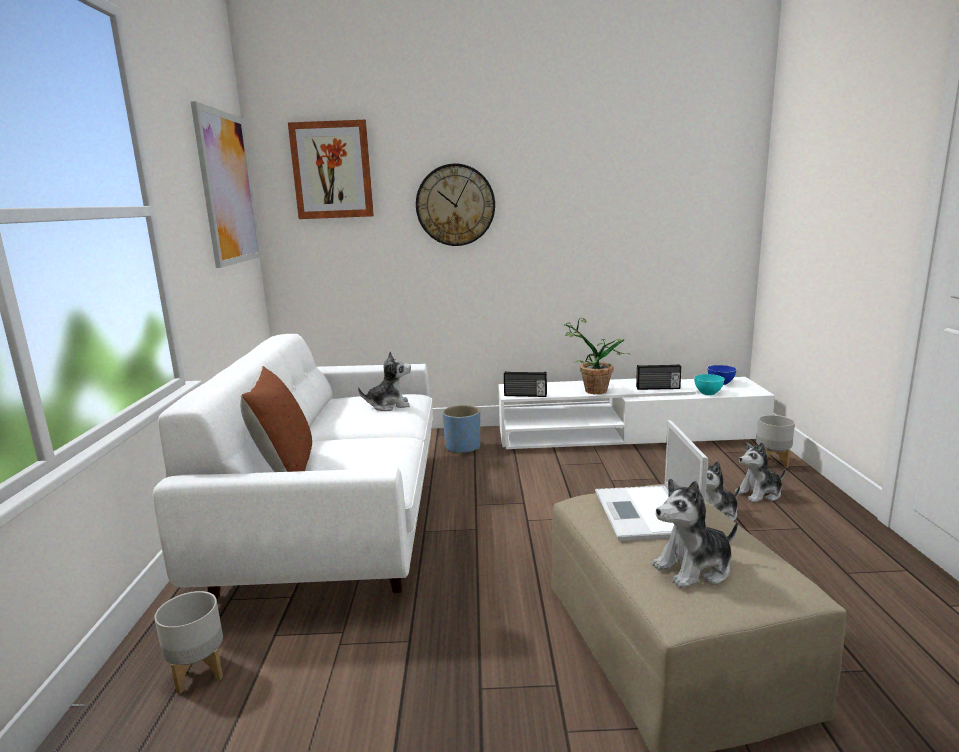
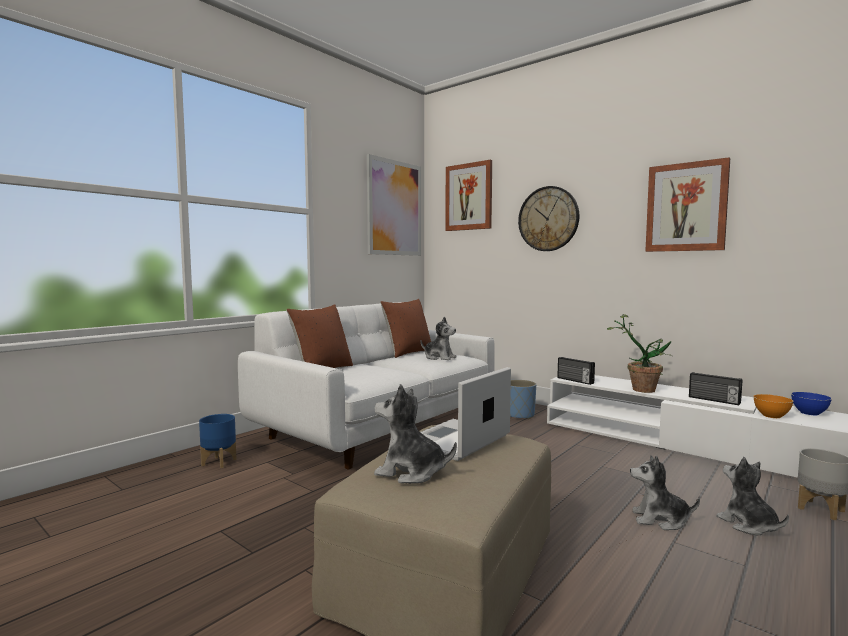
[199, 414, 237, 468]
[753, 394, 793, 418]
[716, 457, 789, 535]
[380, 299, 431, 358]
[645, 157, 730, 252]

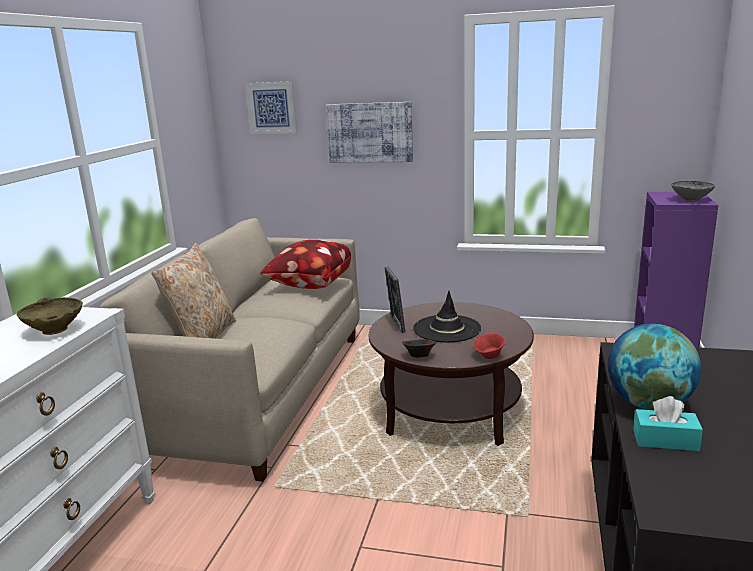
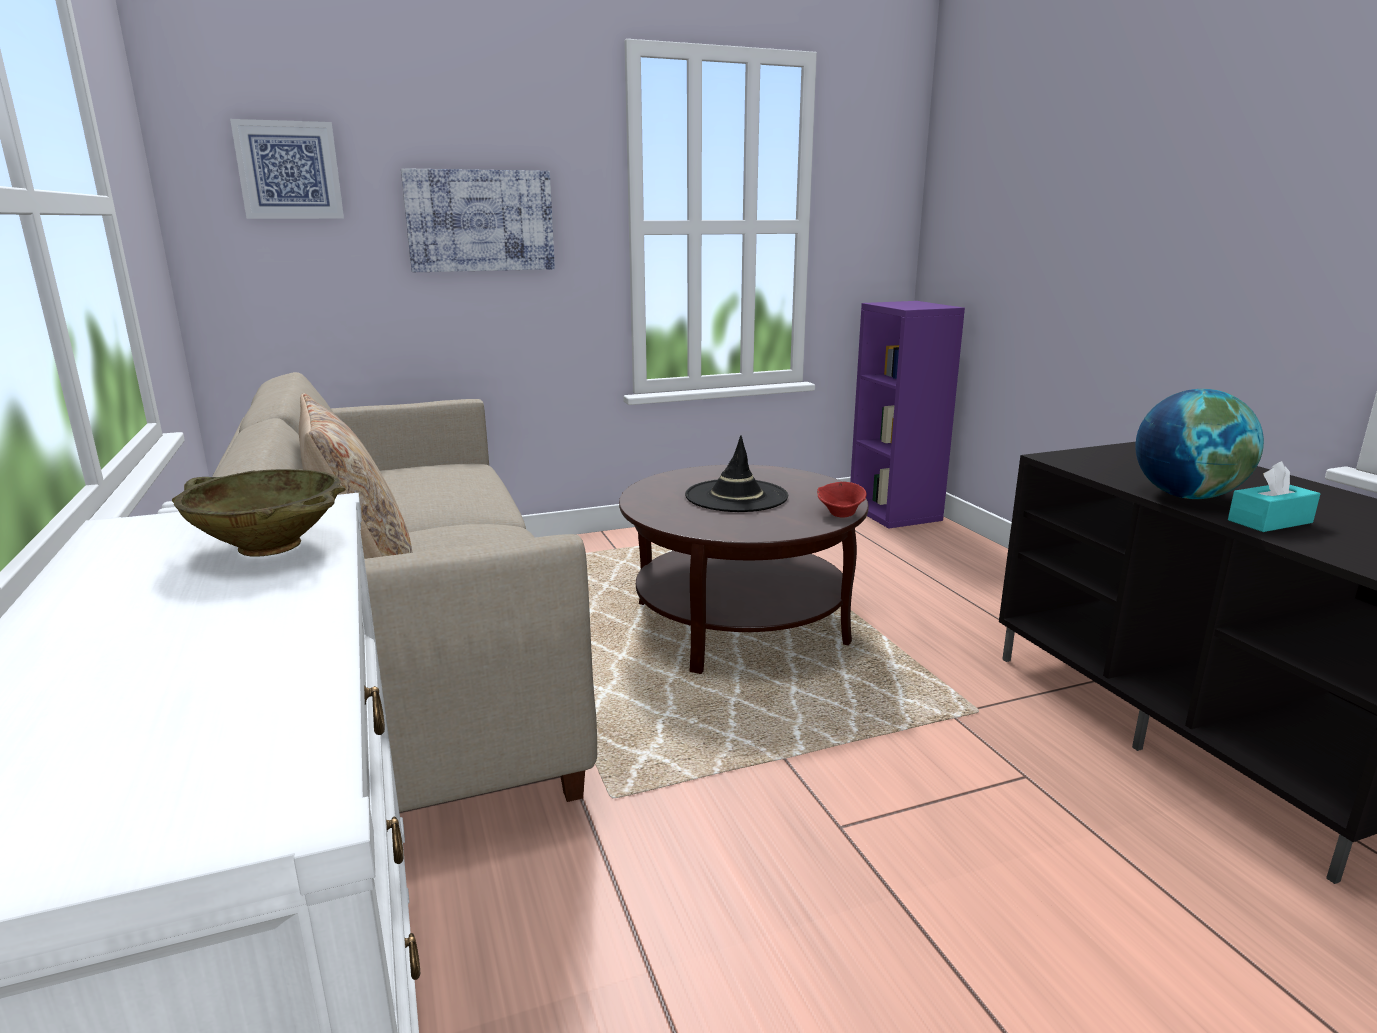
[260, 240, 351, 289] (first image)
[385, 267, 406, 333] (first image)
[402, 339, 437, 358] (first image)
[671, 180, 716, 202] (first image)

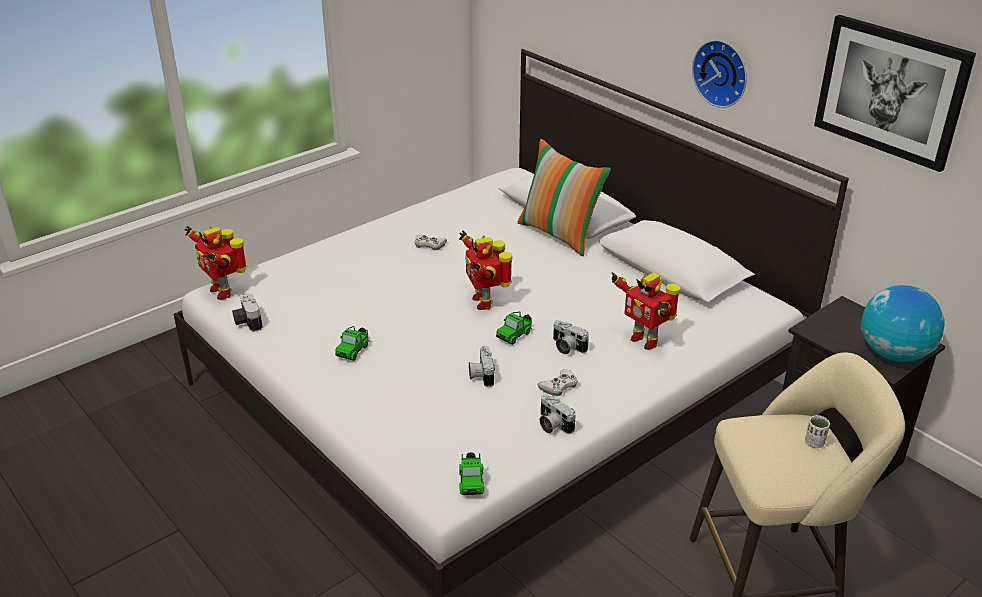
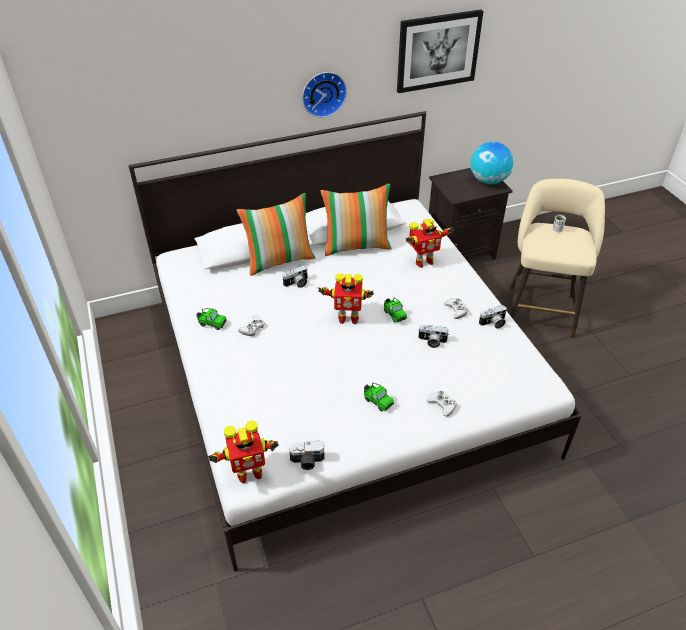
[196, 308, 227, 330]
[282, 265, 308, 288]
[321, 184, 392, 256]
[426, 391, 457, 417]

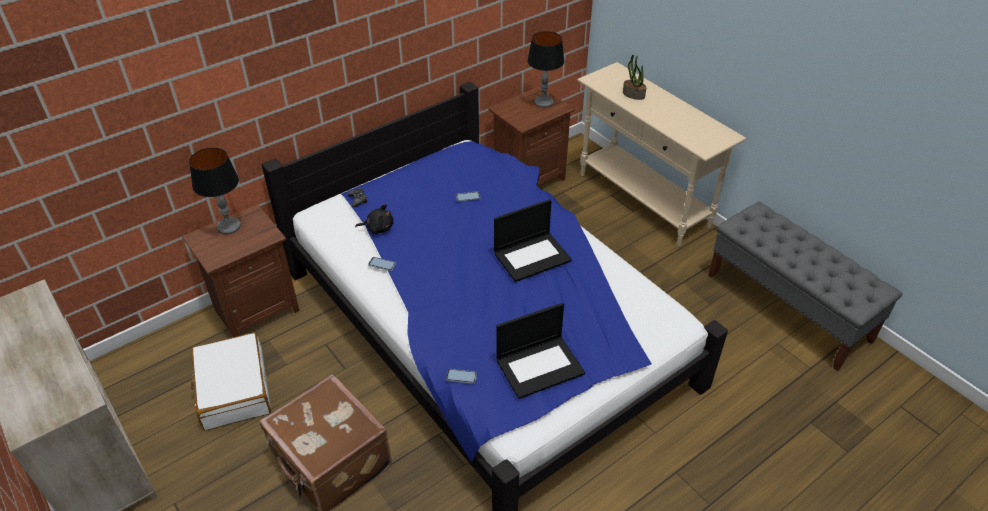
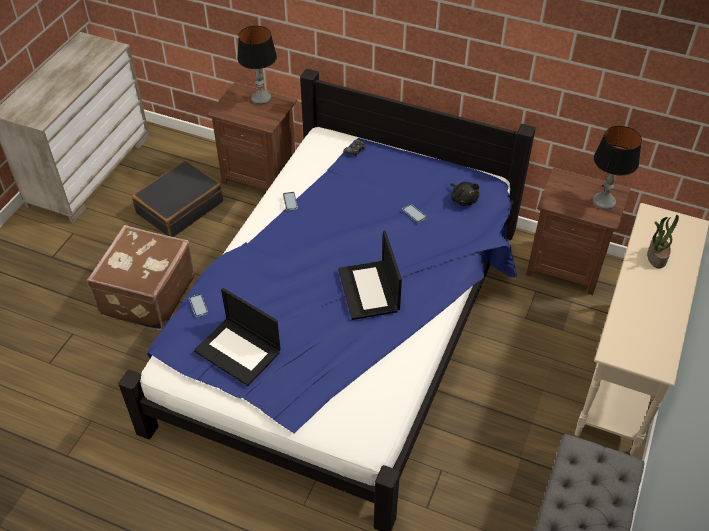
[132, 160, 223, 237]
[450, 182, 479, 206]
[338, 231, 402, 320]

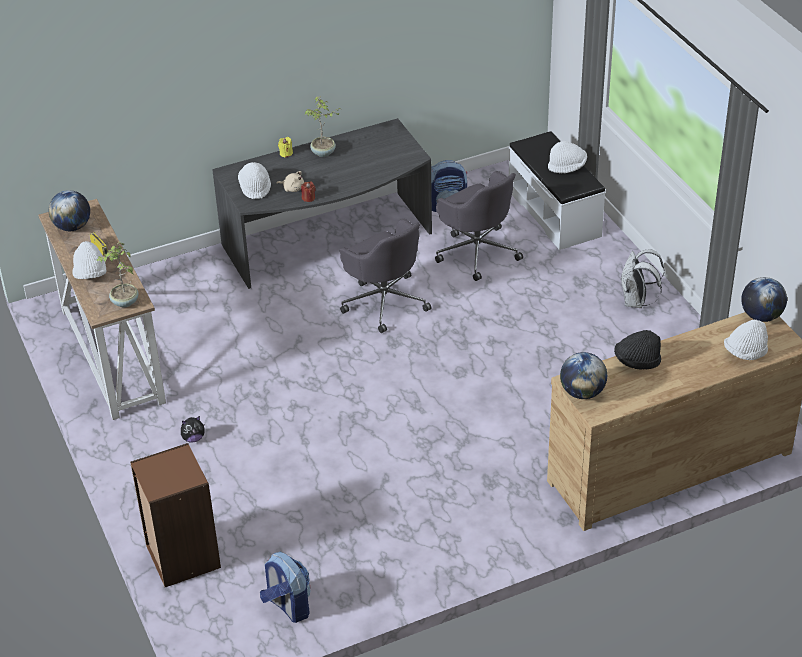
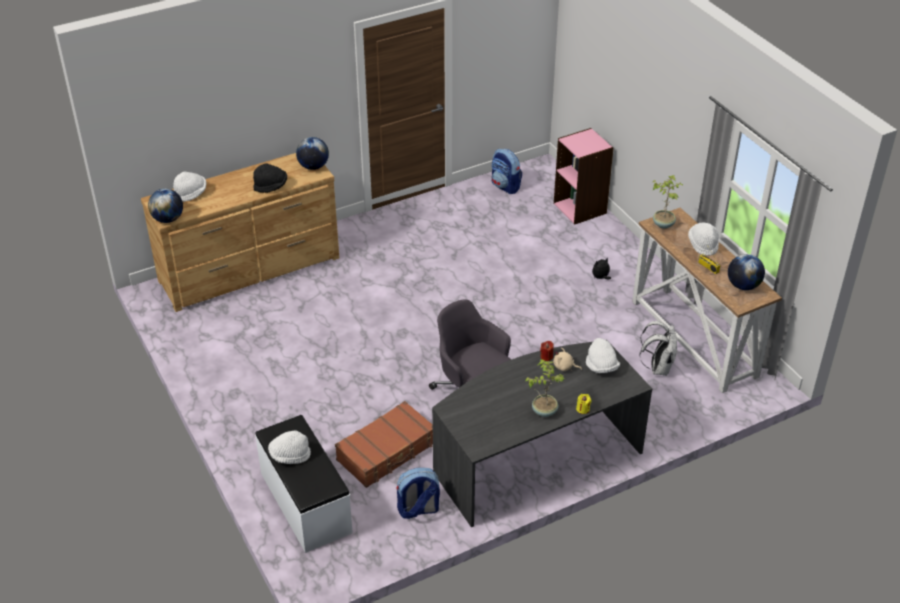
[554, 128, 614, 225]
[335, 401, 433, 488]
[639, 321, 677, 376]

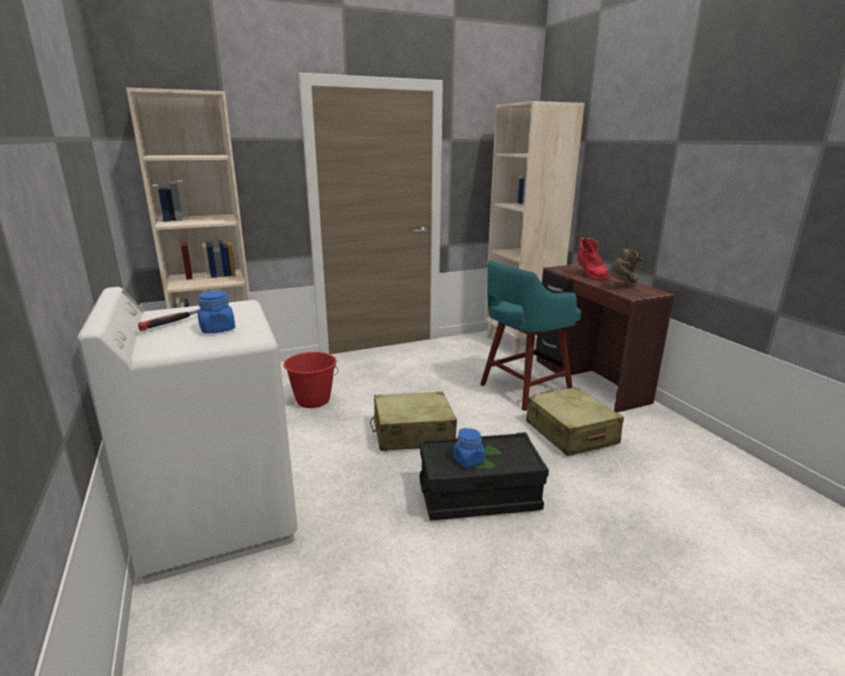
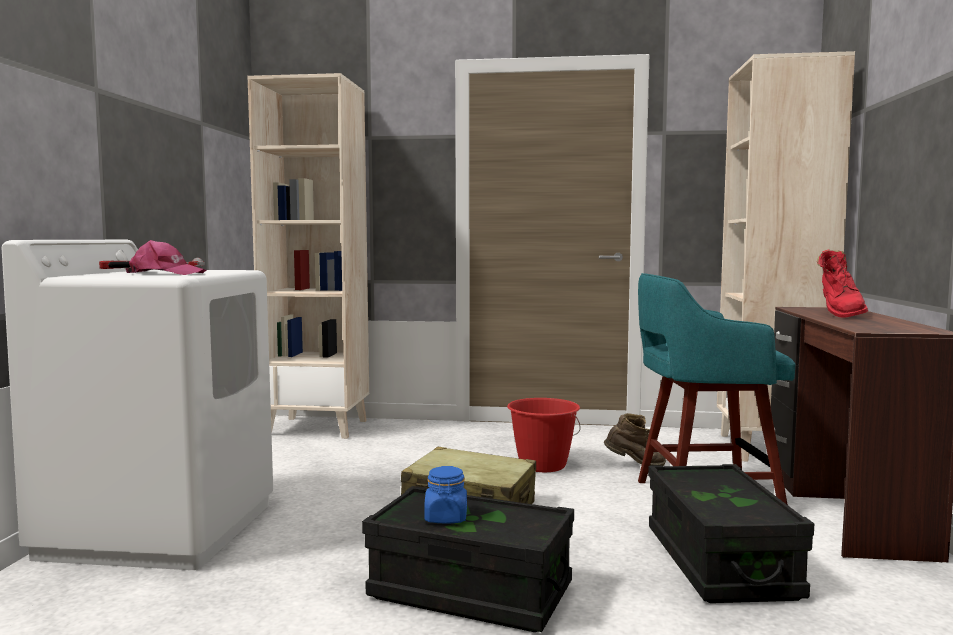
[126, 240, 206, 275]
[507, 398, 581, 472]
[648, 464, 814, 603]
[604, 413, 666, 466]

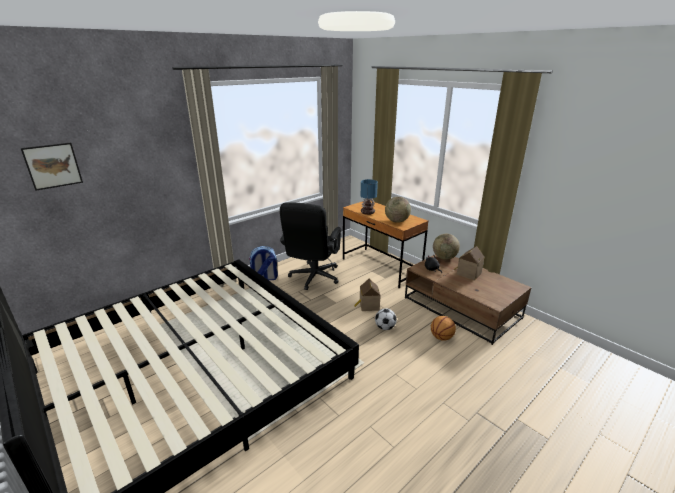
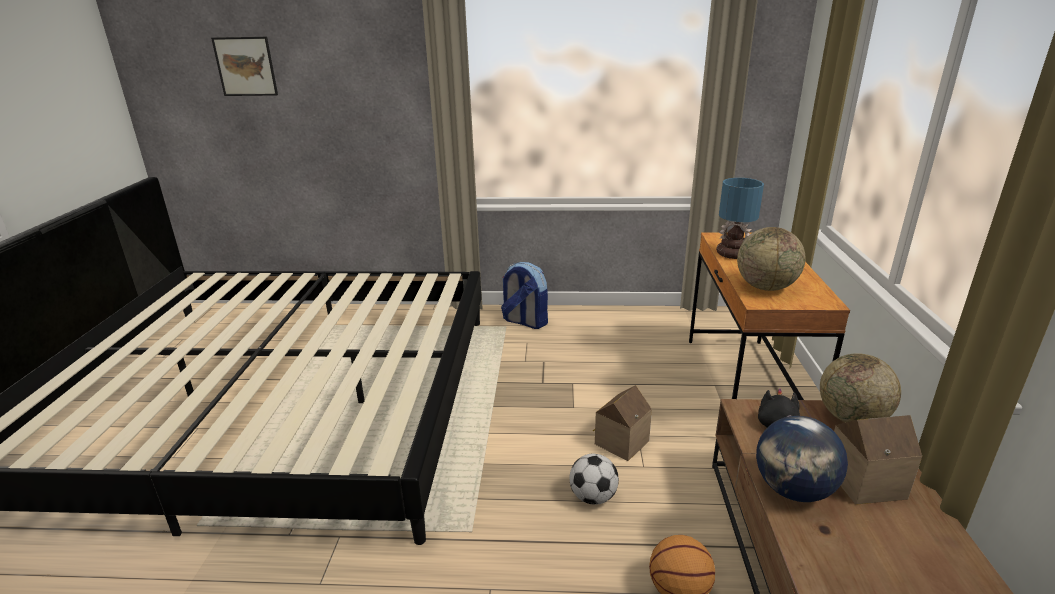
[280, 202, 341, 290] (first image)
[756, 416, 848, 502]

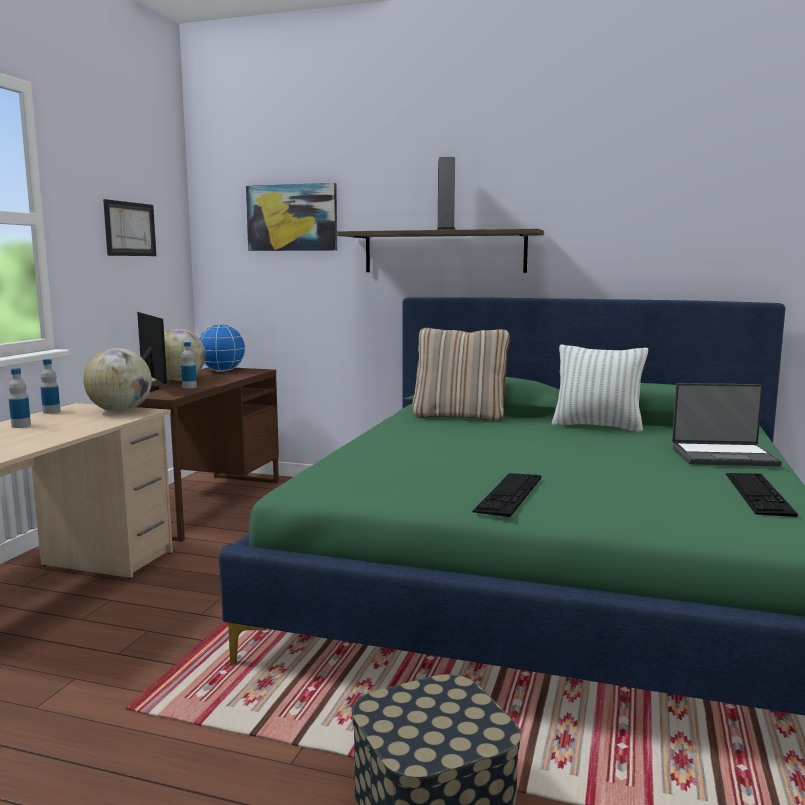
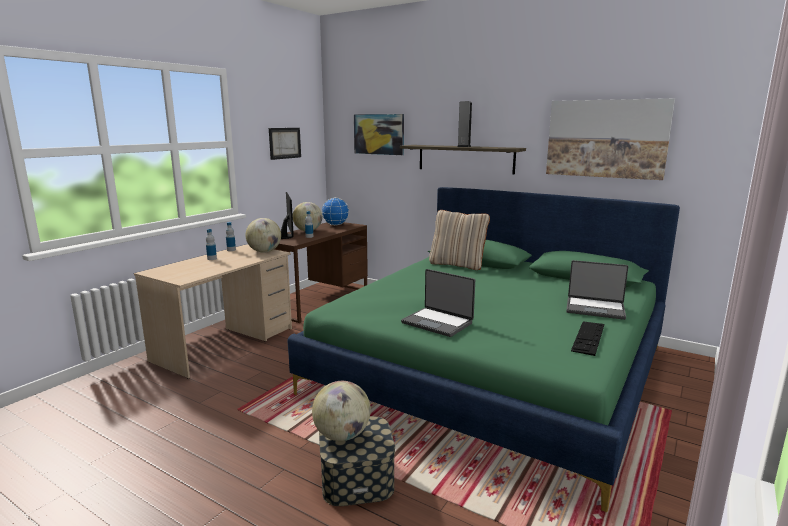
[401, 269, 475, 337]
[552, 345, 648, 433] (first image)
[312, 381, 371, 441]
[546, 98, 675, 180]

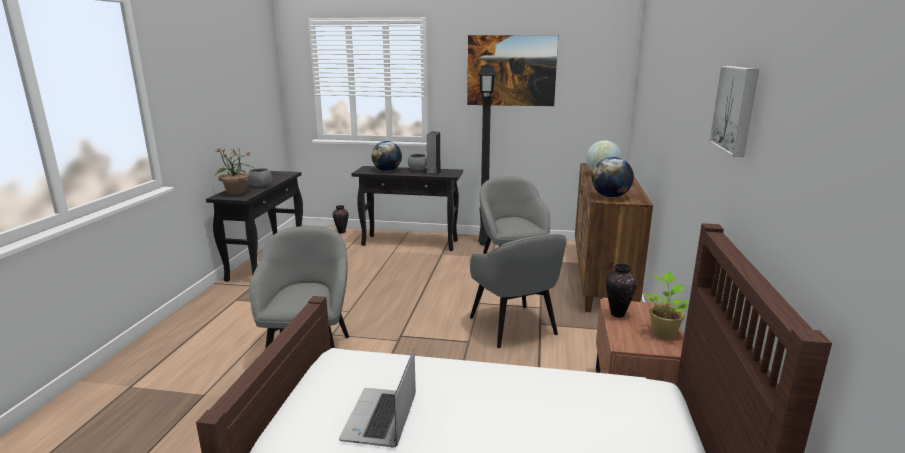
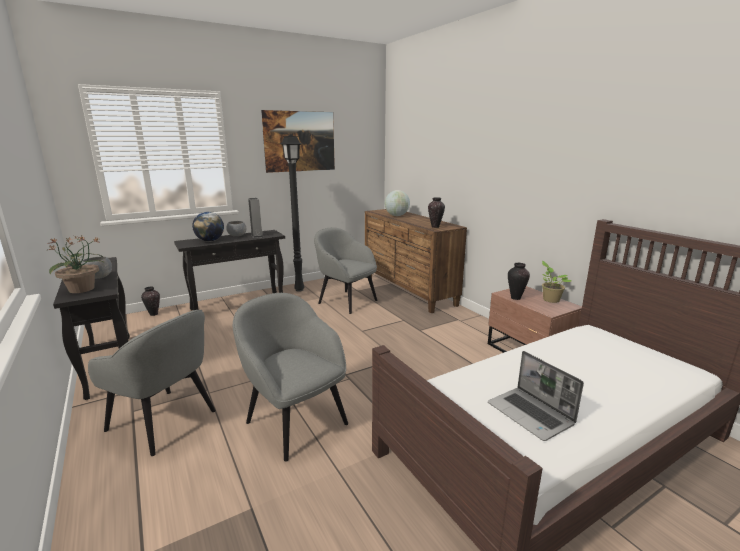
[88, 310, 216, 456]
[428, 197, 445, 228]
[709, 66, 759, 157] (first image)

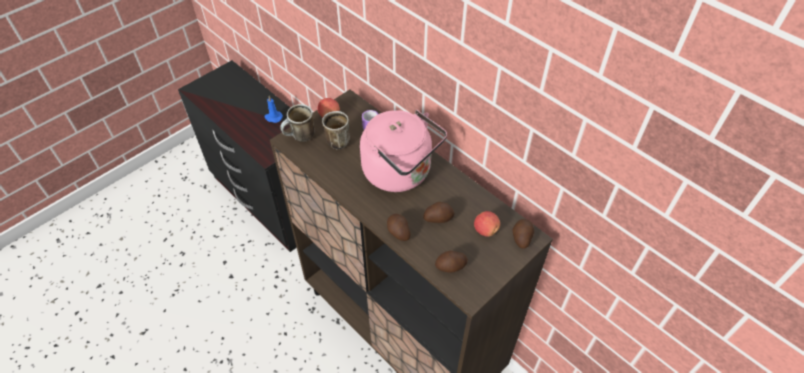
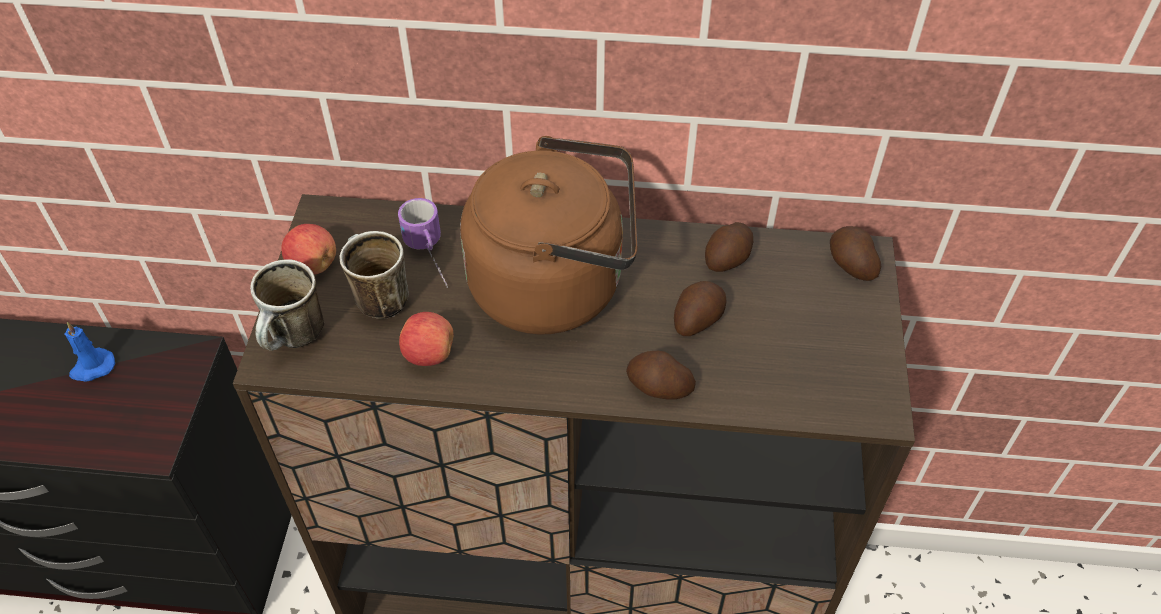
[460, 136, 638, 335]
[705, 222, 753, 272]
[399, 312, 453, 366]

